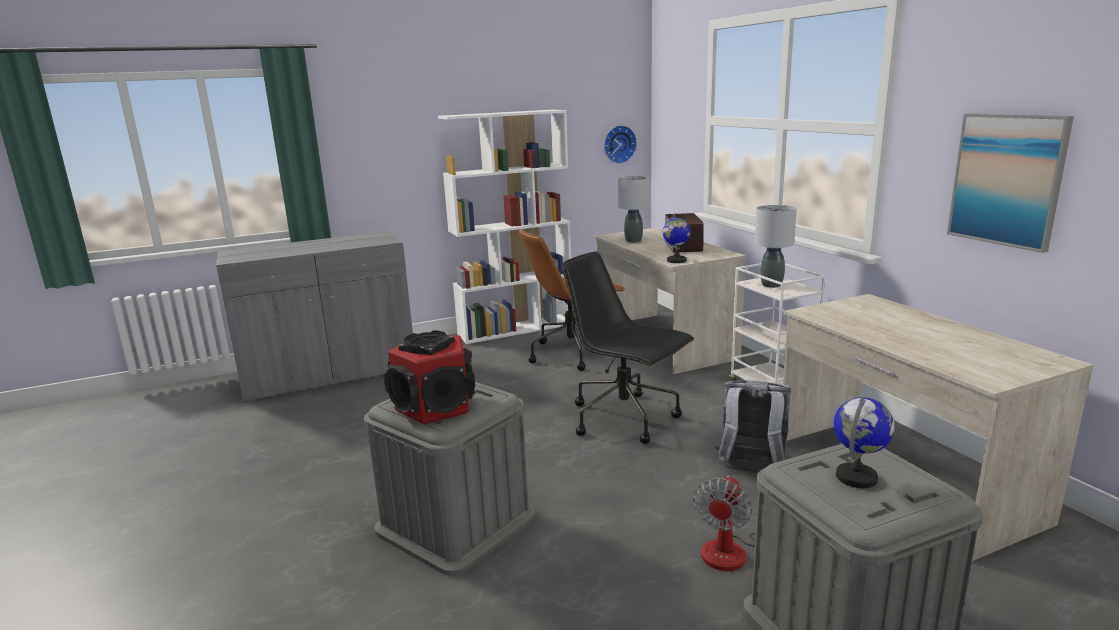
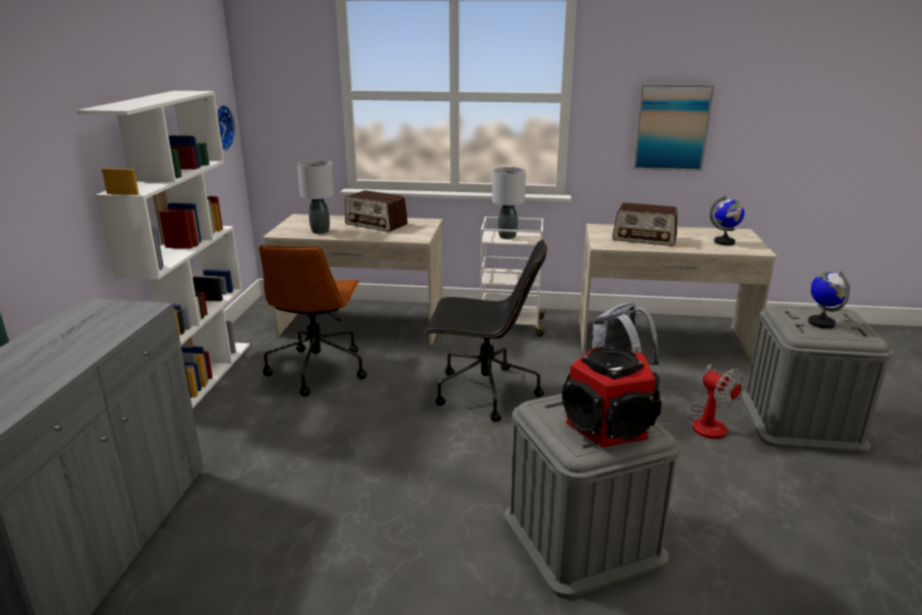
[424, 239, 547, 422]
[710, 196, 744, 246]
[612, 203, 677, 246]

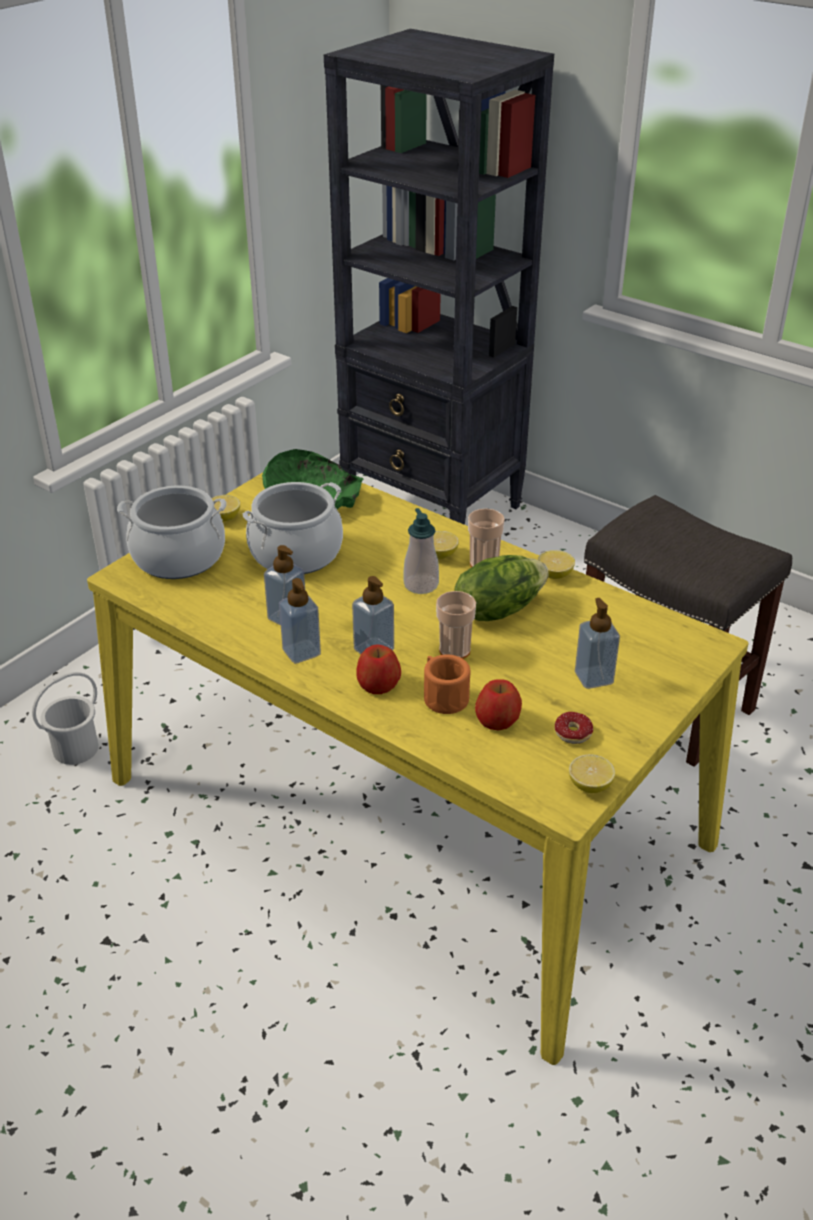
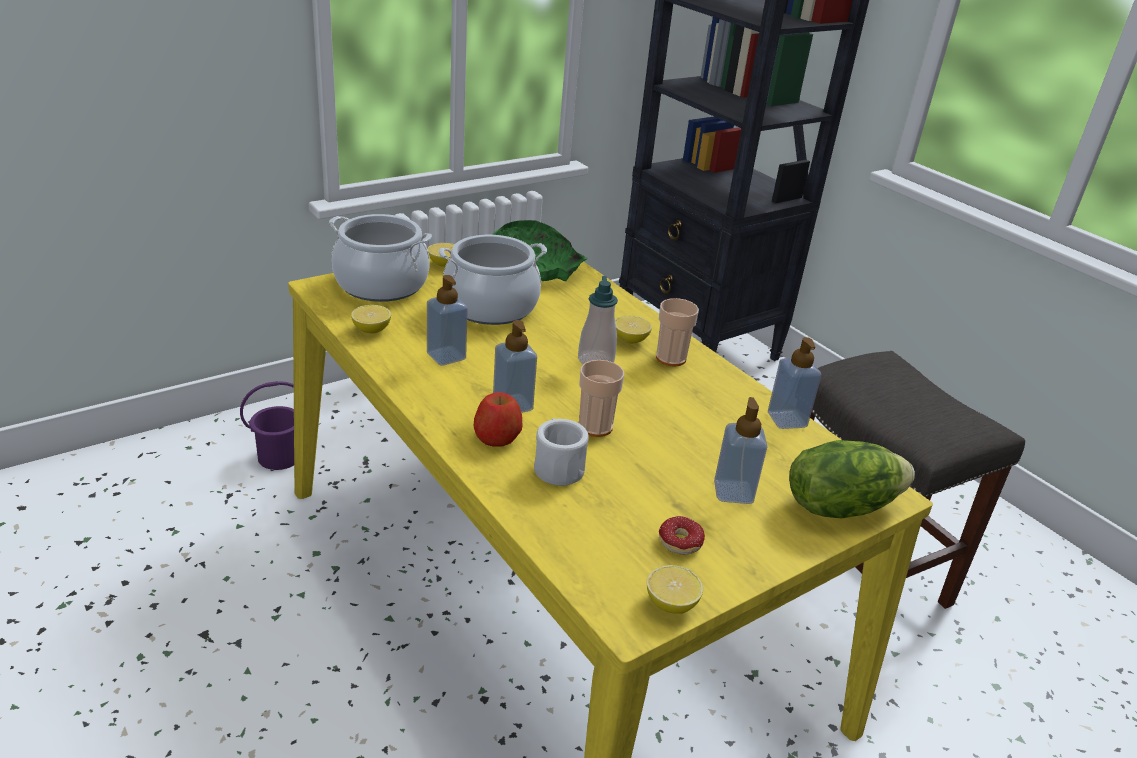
[240, 381, 294, 470]
[768, 337, 821, 429]
[534, 418, 589, 486]
[789, 440, 915, 518]
[475, 679, 522, 731] (first image)
[351, 305, 391, 333]

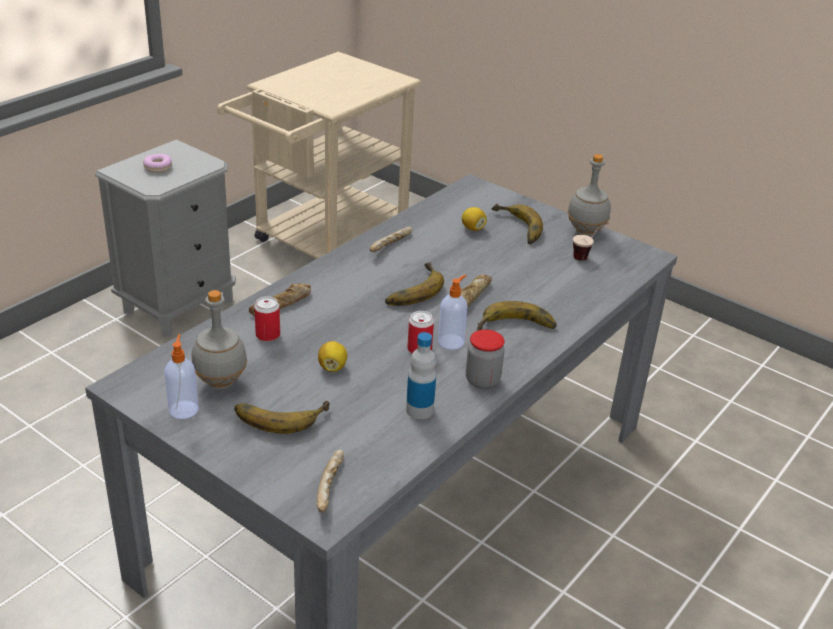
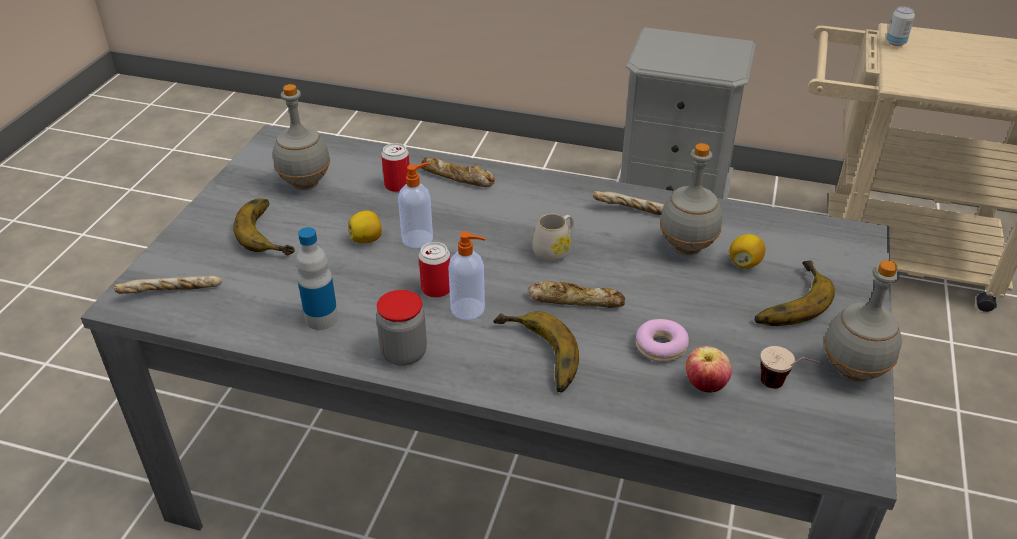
[636, 319, 689, 362]
[398, 162, 433, 248]
[532, 214, 574, 262]
[660, 143, 722, 255]
[686, 346, 732, 393]
[886, 6, 915, 46]

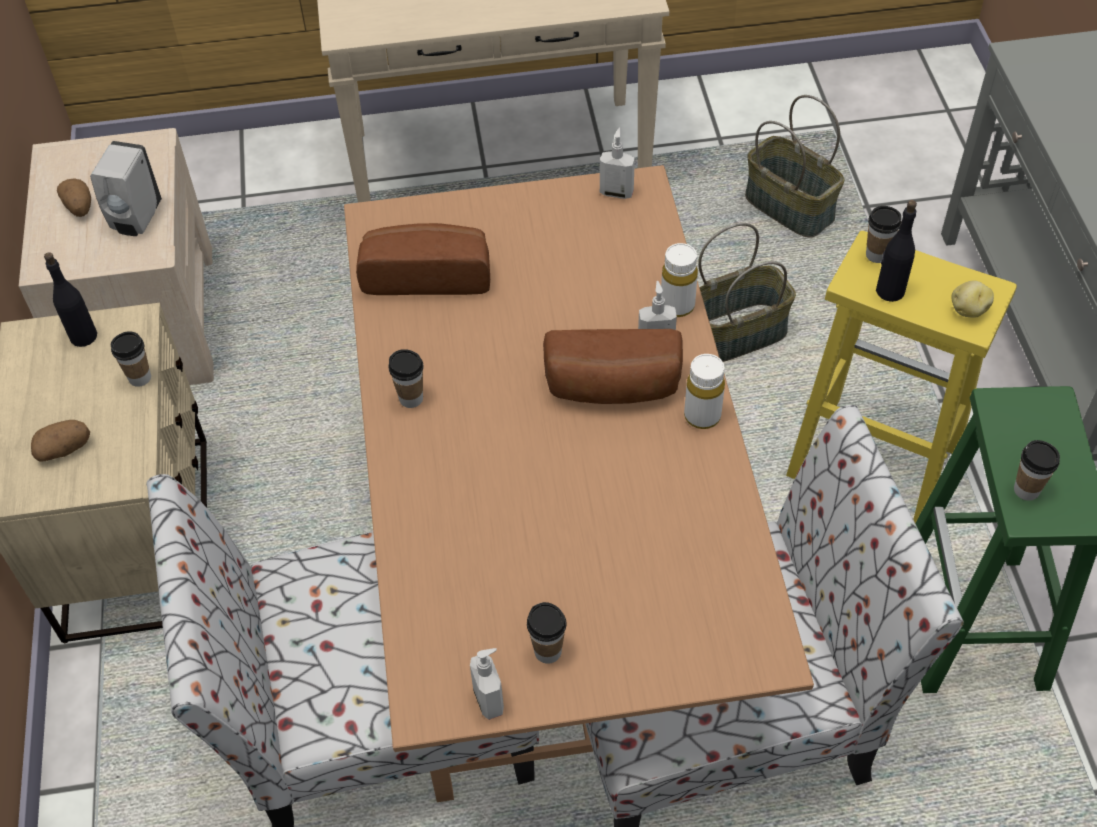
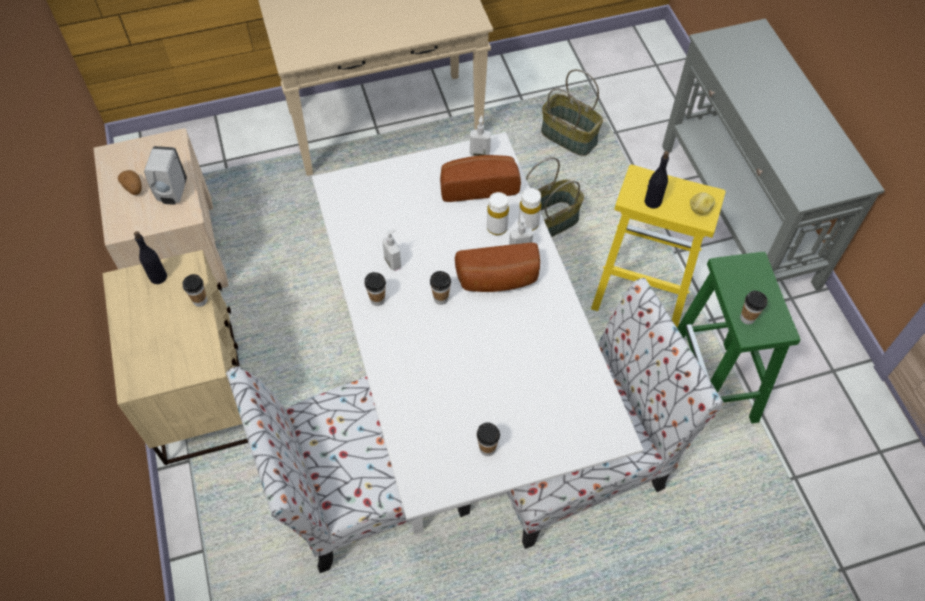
[31, 420, 90, 461] (first image)
[312, 132, 643, 534]
[440, 155, 521, 202]
[383, 229, 401, 271]
[487, 192, 509, 235]
[430, 271, 451, 305]

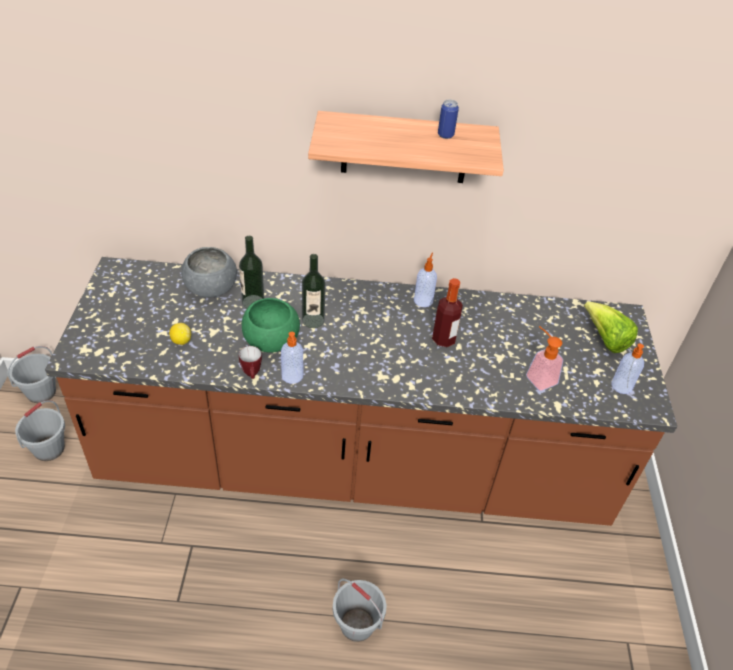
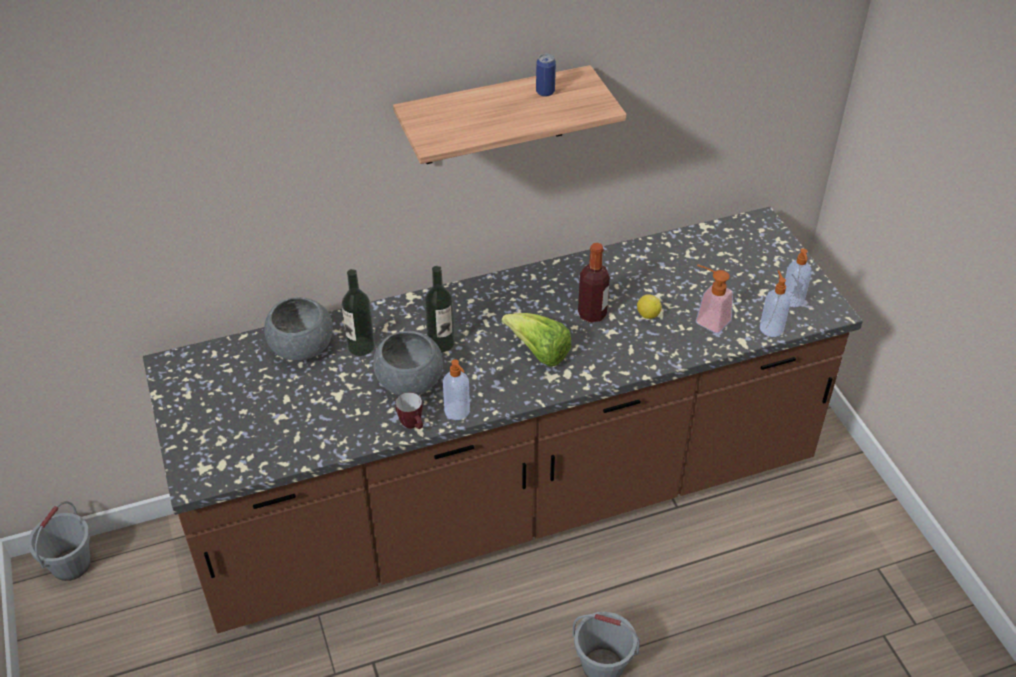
[15, 400, 65, 461] (first image)
[637, 294, 662, 319]
[373, 331, 443, 395]
[760, 270, 790, 337]
[502, 313, 571, 367]

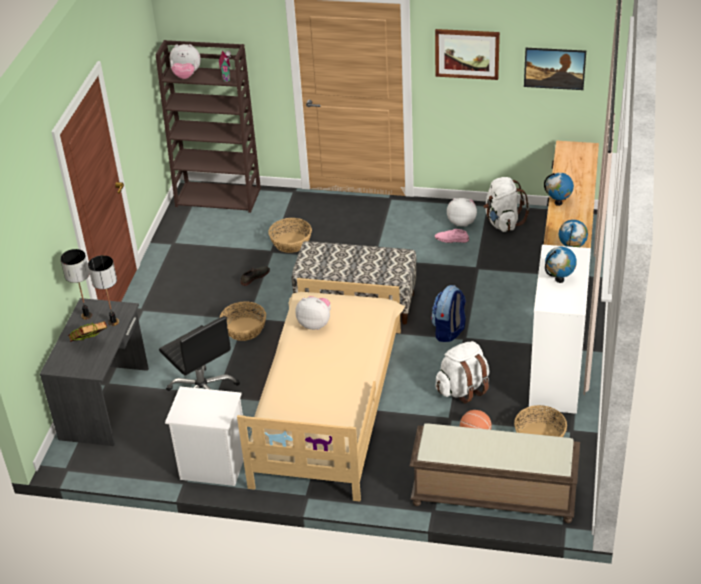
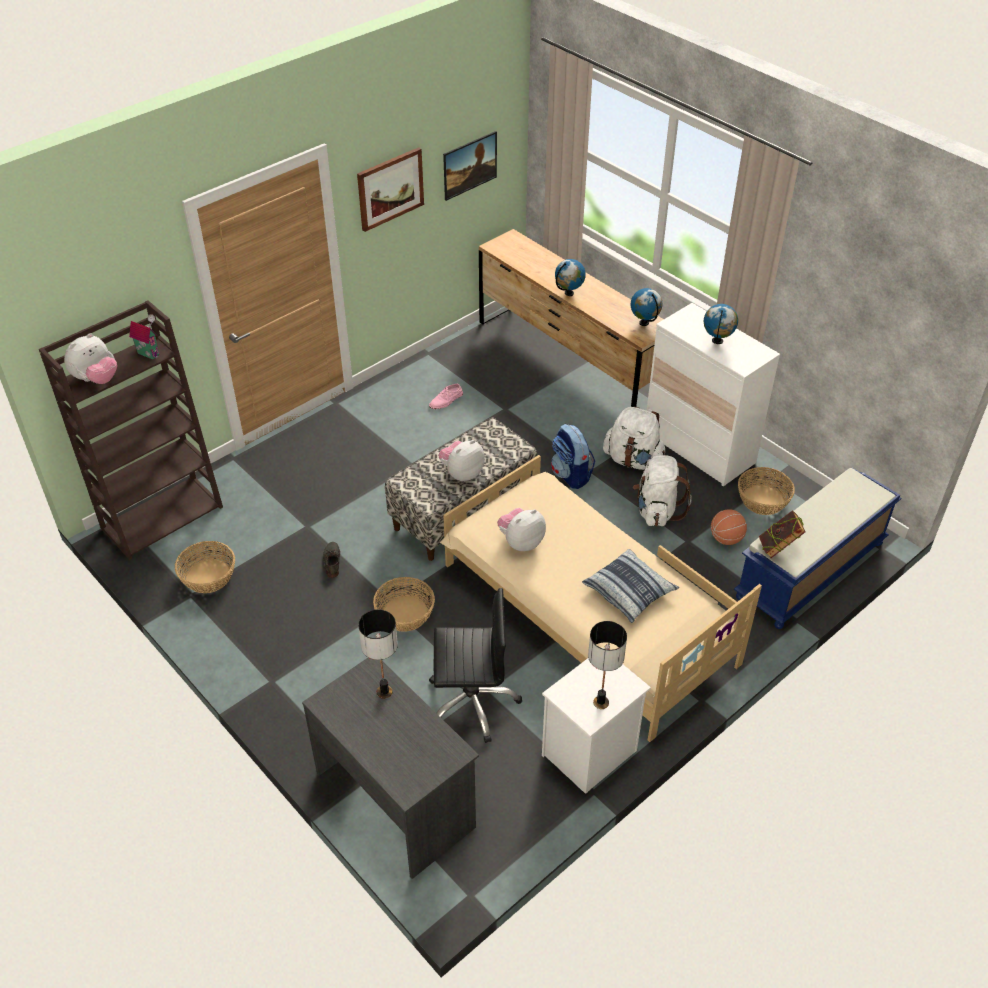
[588, 621, 627, 709]
[759, 510, 805, 558]
[175, 541, 235, 593]
[734, 468, 902, 629]
[438, 440, 485, 482]
[603, 407, 665, 470]
[582, 549, 679, 623]

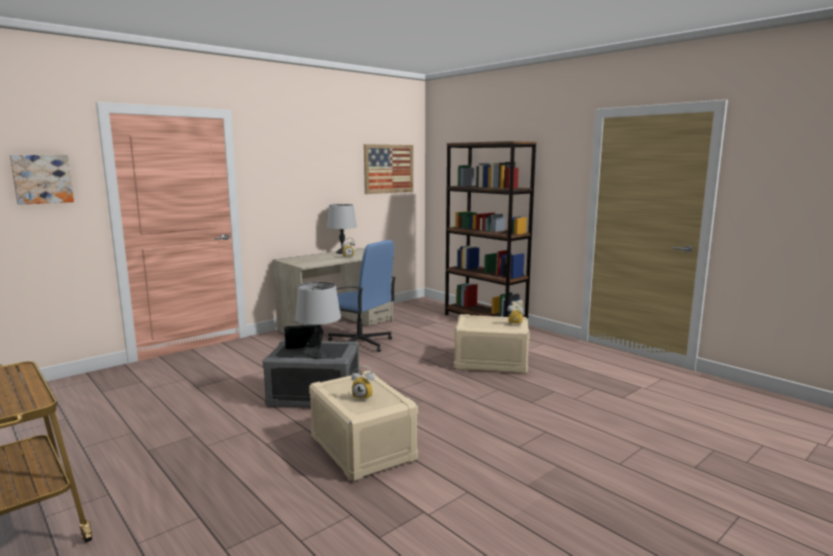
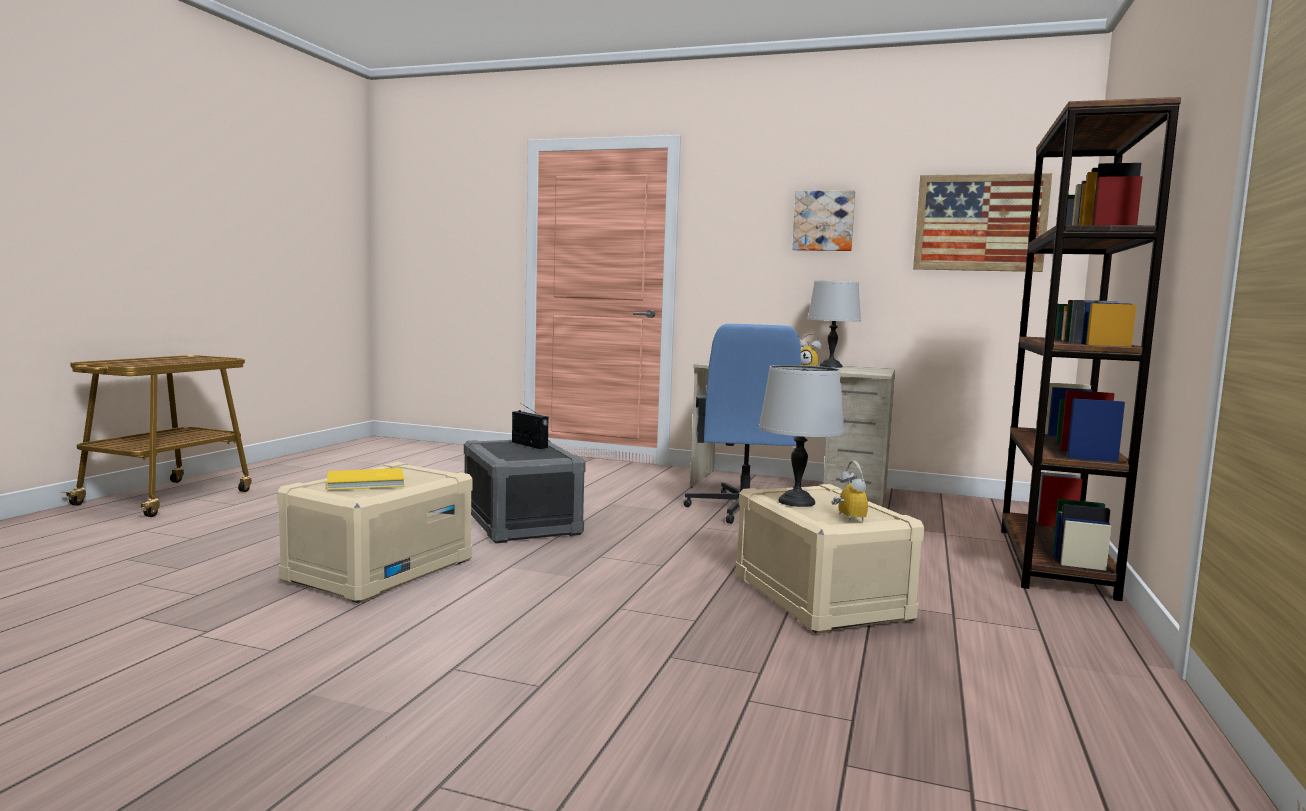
[792, 190, 855, 251]
[759, 365, 844, 507]
[327, 468, 405, 490]

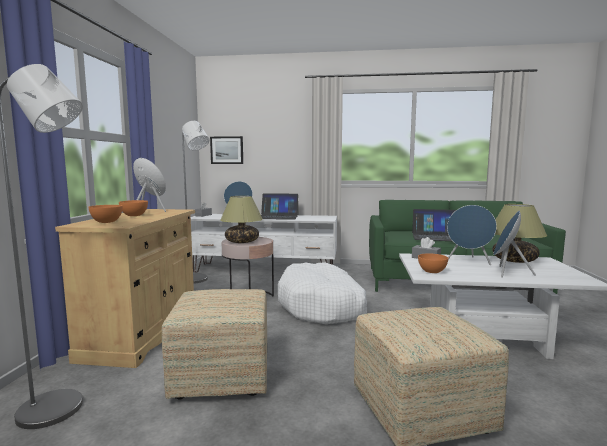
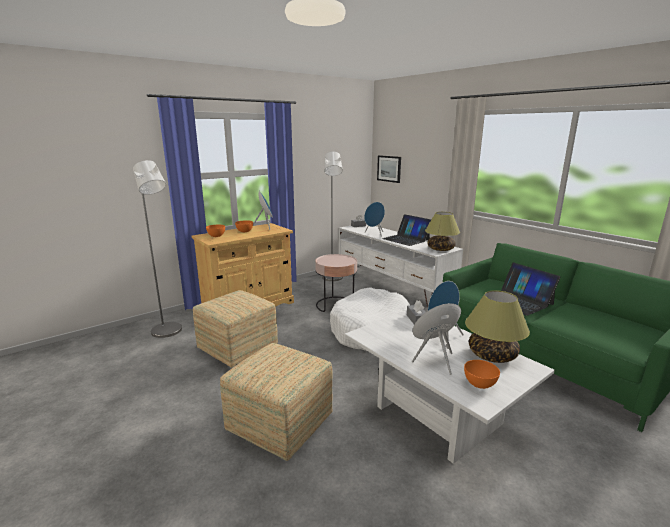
[425, 212, 460, 251]
[464, 360, 500, 389]

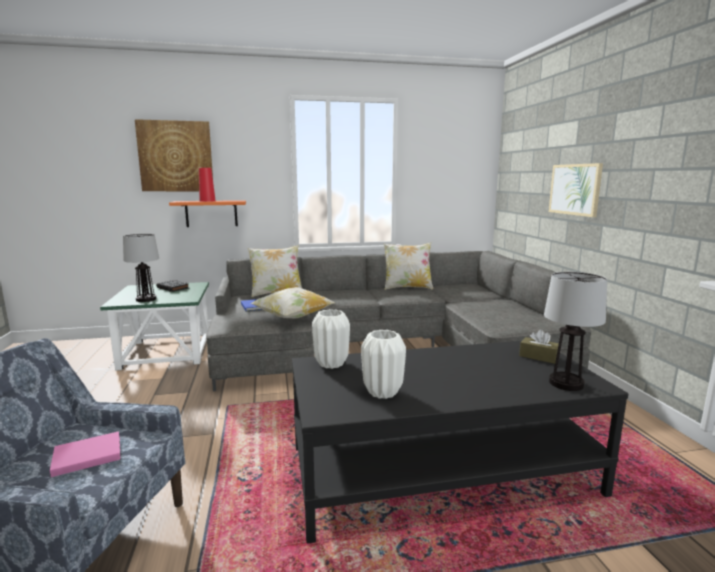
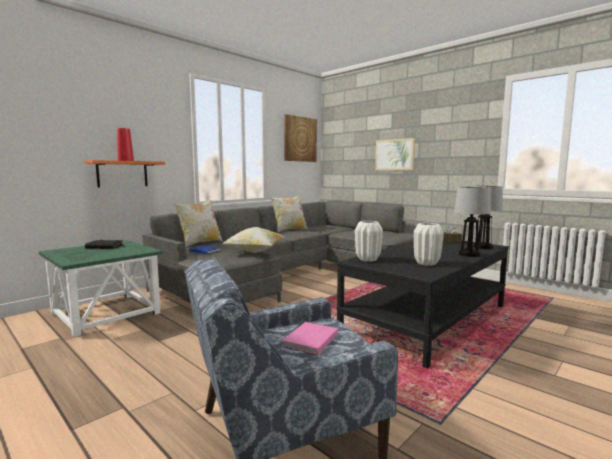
[454, 187, 491, 257]
[284, 114, 317, 162]

